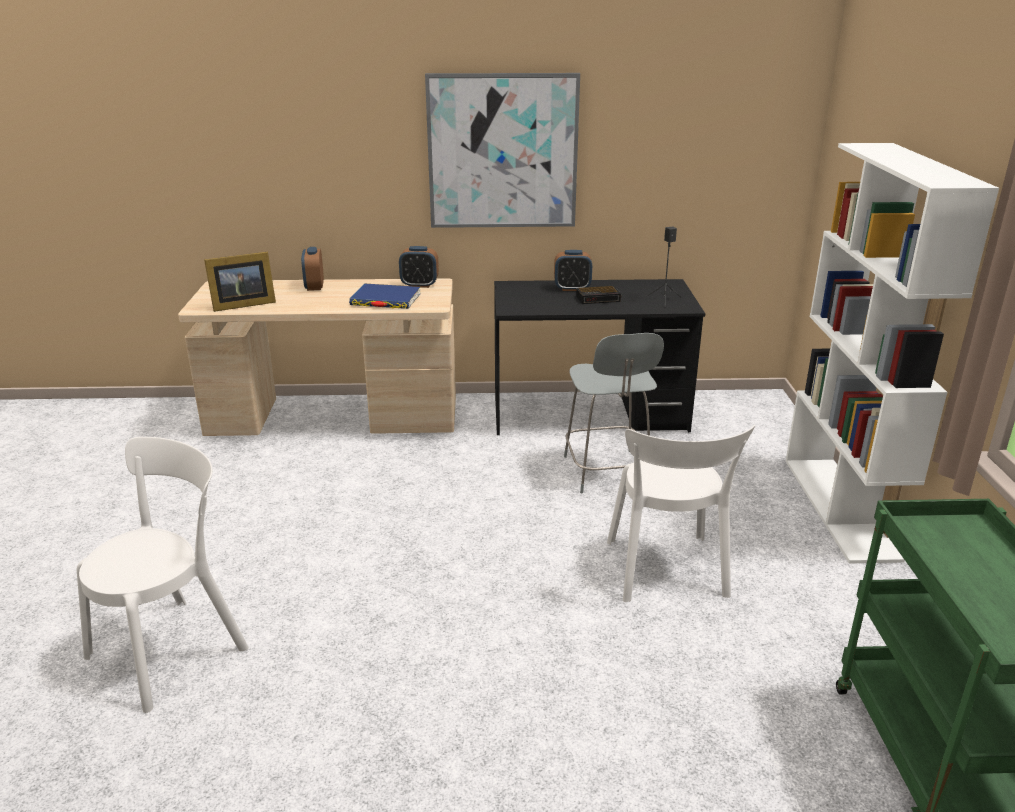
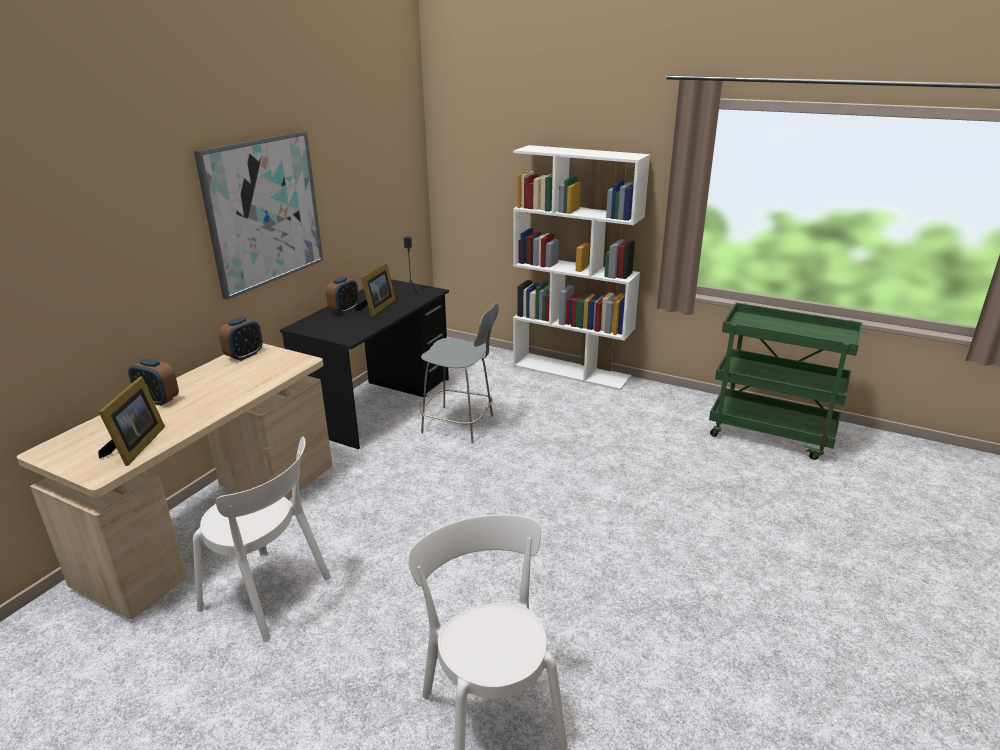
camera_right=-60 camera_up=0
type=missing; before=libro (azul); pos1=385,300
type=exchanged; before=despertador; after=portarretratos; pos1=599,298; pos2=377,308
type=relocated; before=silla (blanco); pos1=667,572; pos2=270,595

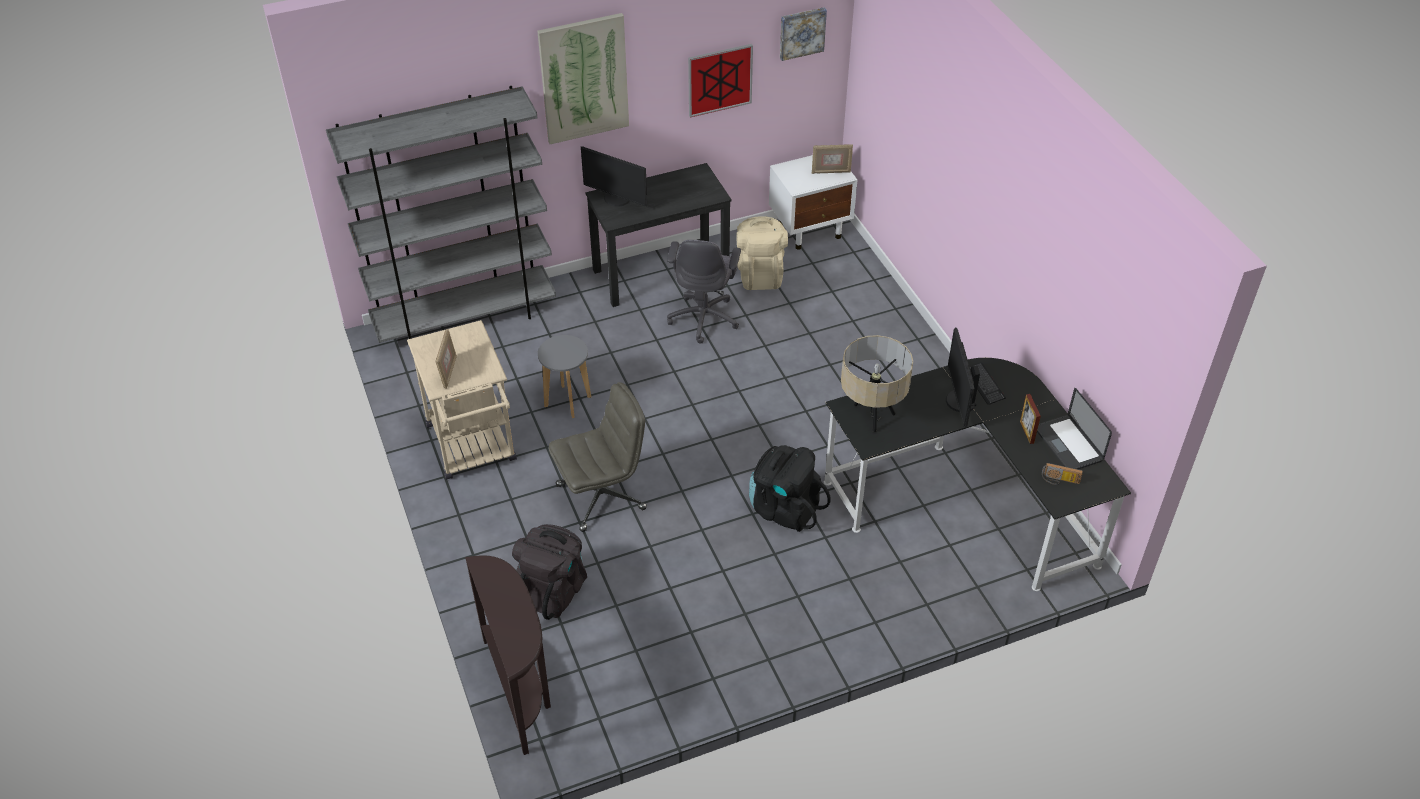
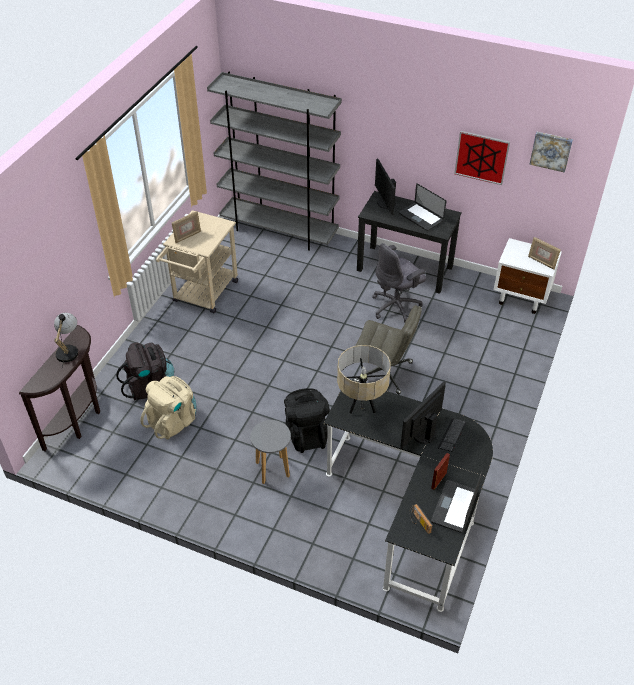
camera_right=45 camera_up=0
type=missing; before=cuadro; pos1=584,78
type=relocated; before=mochila (beis); pos1=760,274; pos2=173,421
type=relocated; before=taburete (gris); pos1=567,401; pos2=272,469
type=relocated; before=silla de oficina (gris); pos1=602,496; pos2=384,372
type=appeared; after=portátil; pos2=421,217
type=appeared; after=lámpara de mesa; pos2=68,349

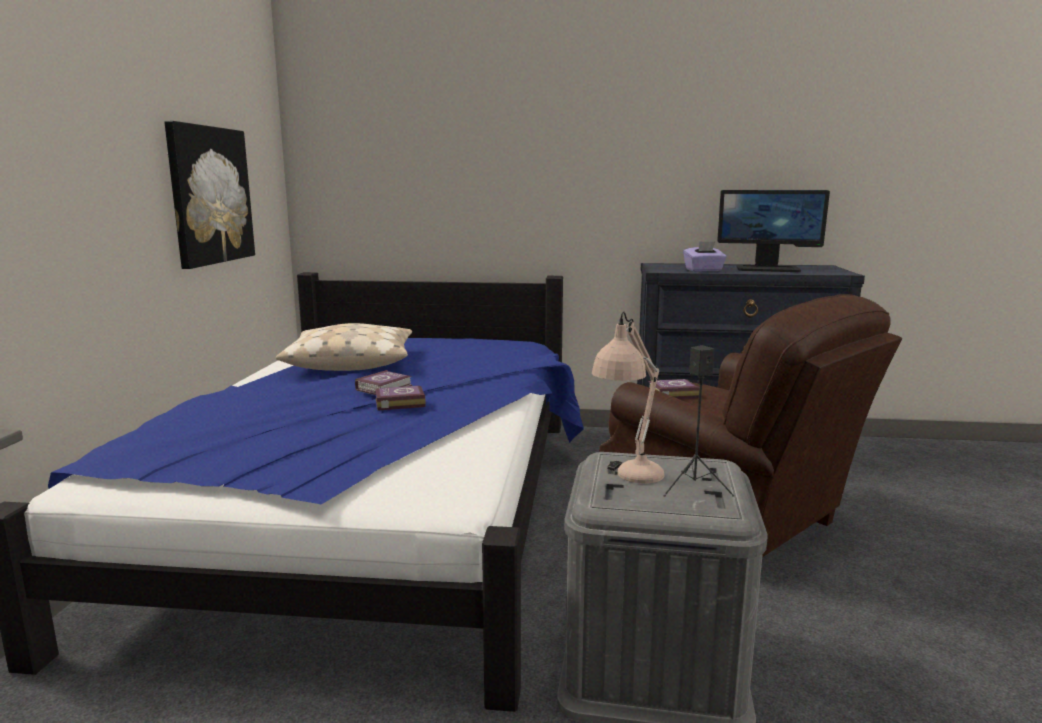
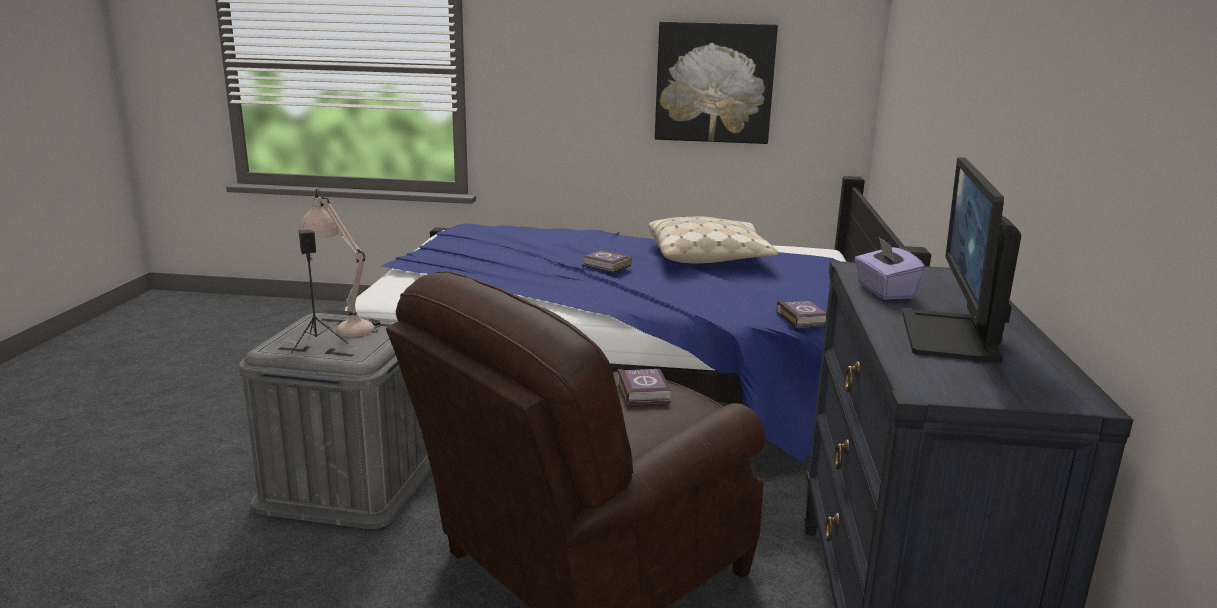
camera_right=90 camera_up=5
type=relocated; before=libro; pos1=398,403; pos2=802,318

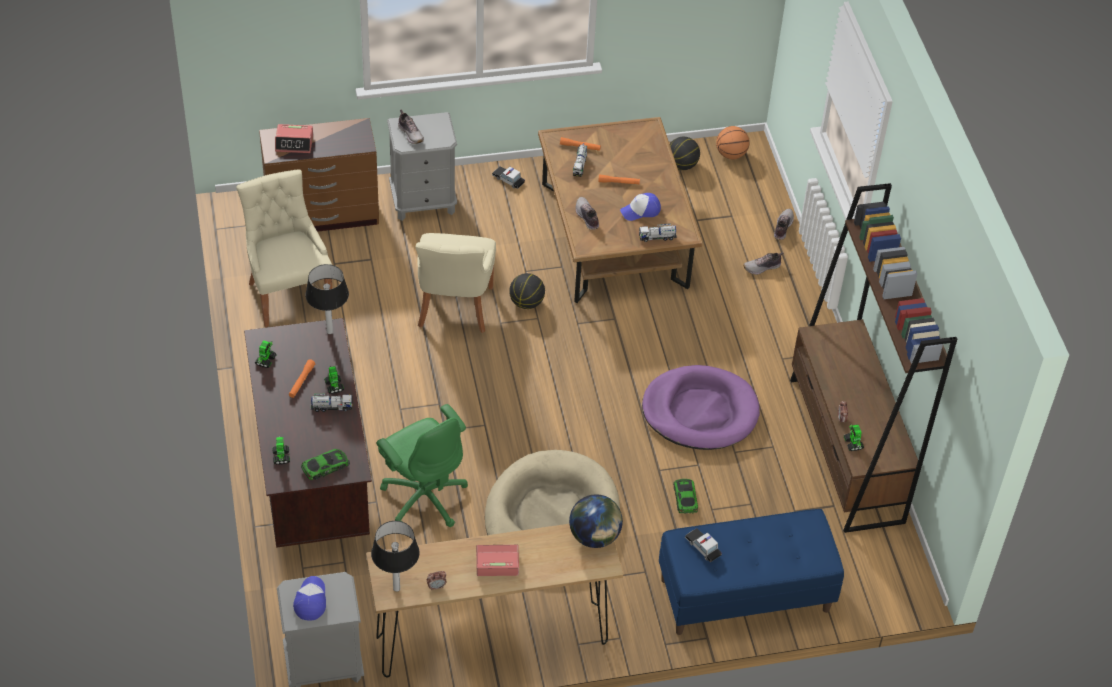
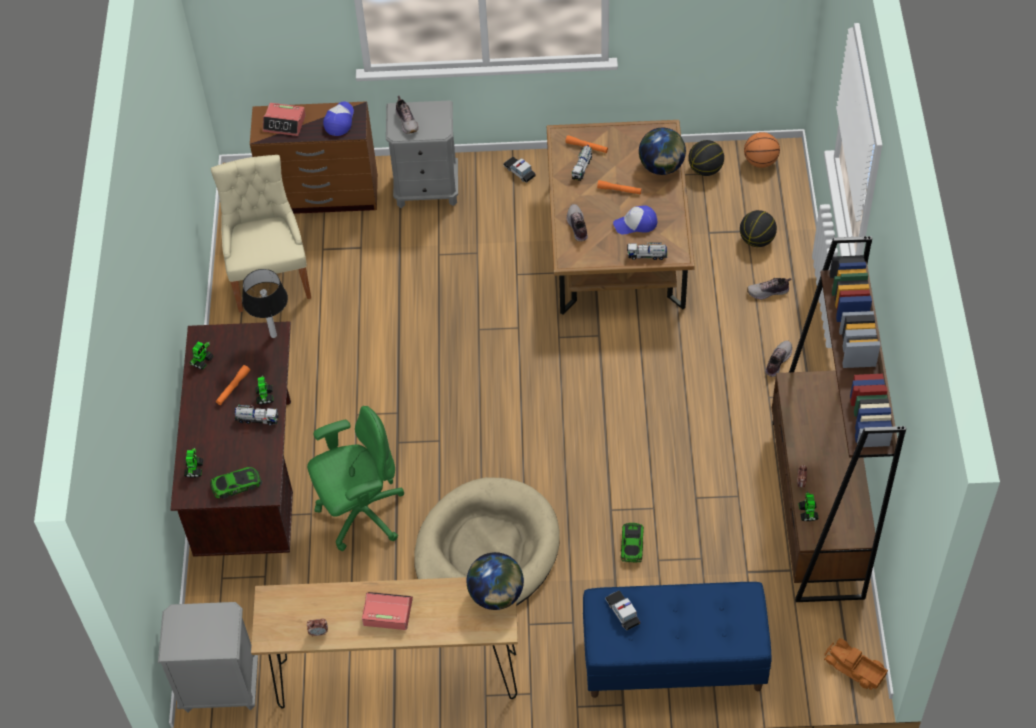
camera_right=15 camera_up=5
type=relocated; before=zapato; pos1=782,227; pos2=777,361
type=missing; before=silla (beis); pos1=454,309
type=relocated; before=balón de baloncesto; pos1=527,303; pos2=757,240
type=missing; before=cama para perro (morado); pos1=700,411
type=spun; before=silla de oficina (verde); pos1=424,497; pos2=360,513; turn=-90
type=missing; before=lámpara de mesa; pos1=397,588
type=relocated; before=gorra; pos1=310,600; pos2=339,121
type=appeared; after=globo terráqueo; pos2=661,167
type=appeared; after=camión de juguete; pos2=854,668

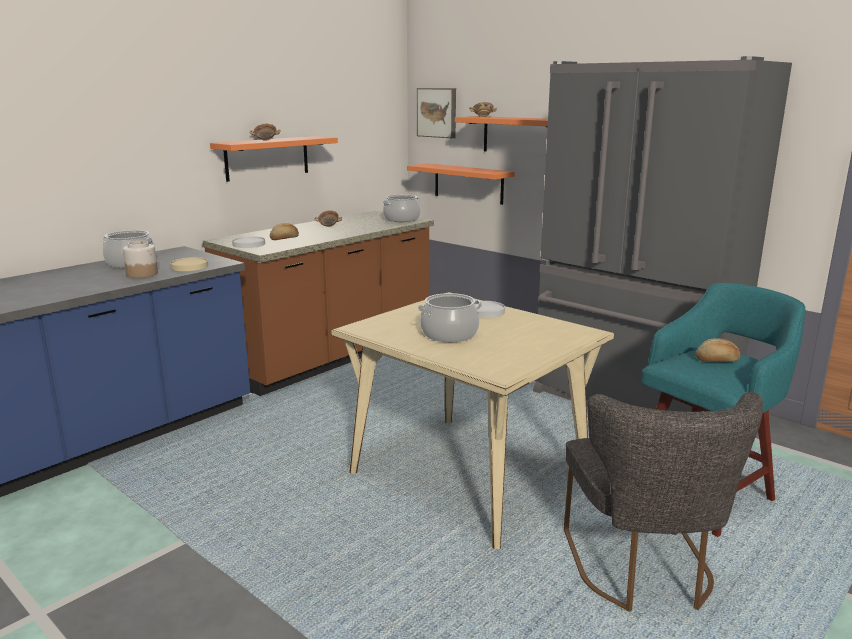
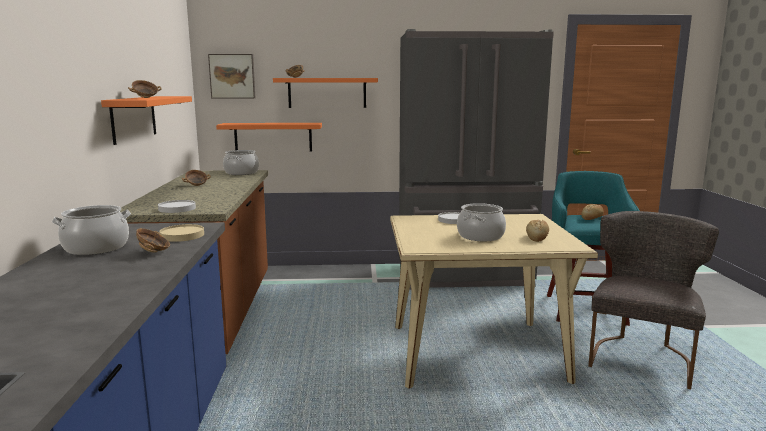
camera_right=-45 camera_up=-5
type=relocated; before=pan; pos1=285,239; pos2=536,238
type=exchanged; before=tarro; after=cuenco; pos1=142,274; pos2=154,251
type=spun; before=silla (gris); pos1=643,572; pos2=641,357; turn=-105

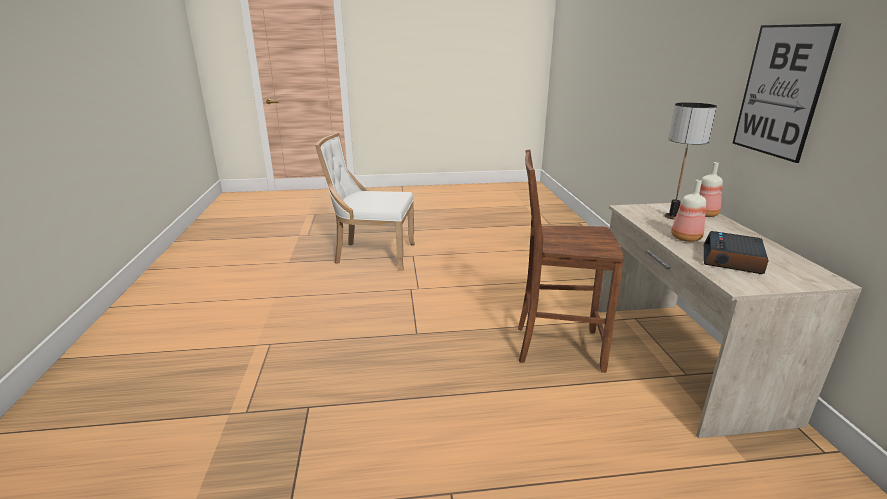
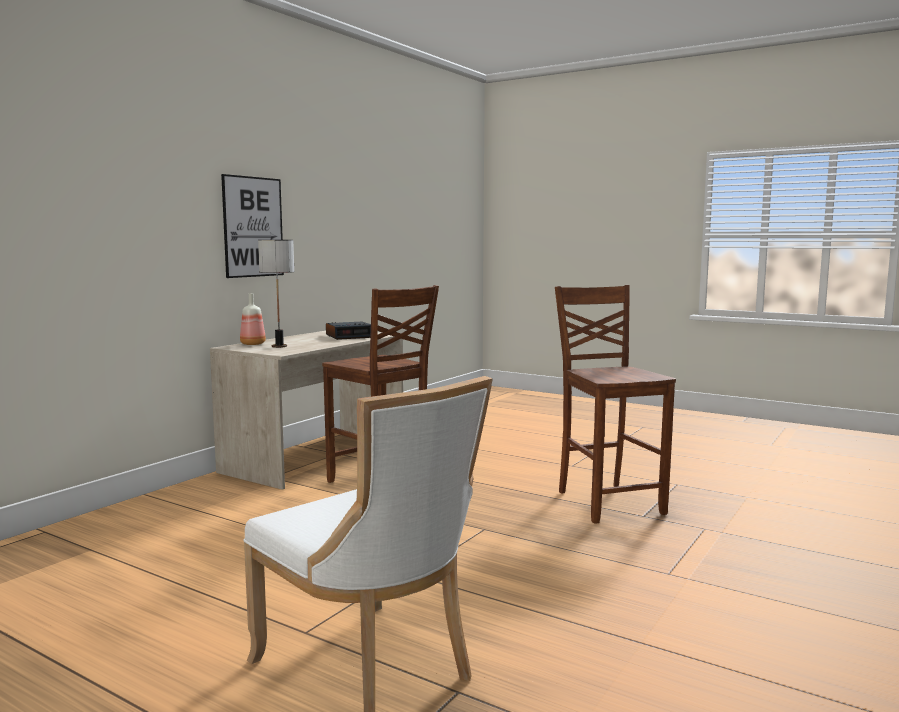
camera_right=-140 camera_up=-15
type=missing; before=botella; pos1=684,238
type=appeared; after=silla (marrón); pos2=608,502

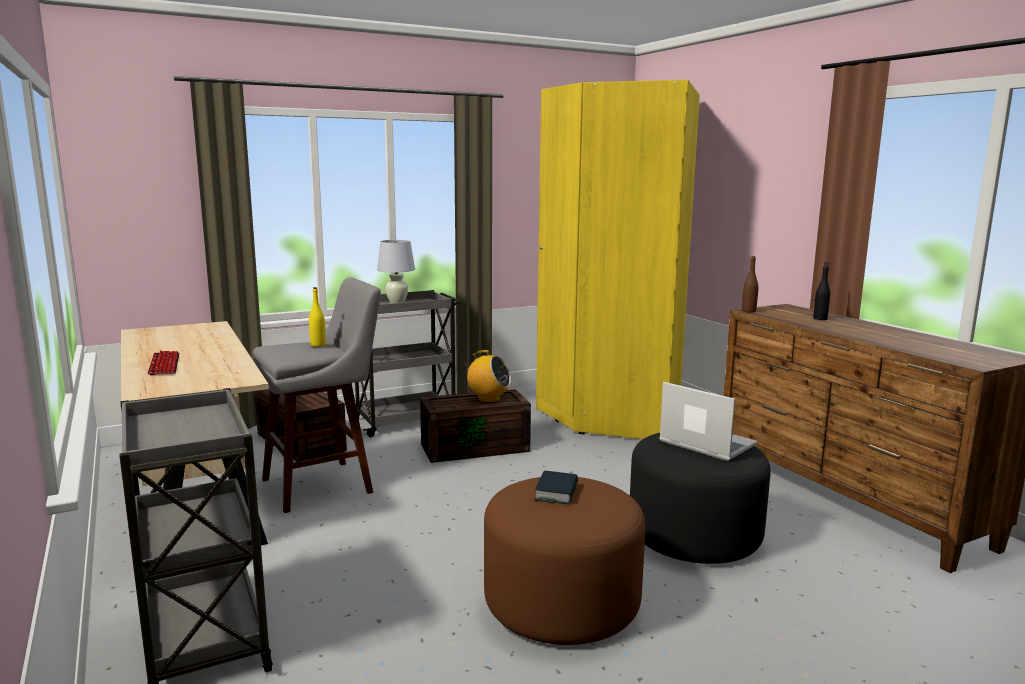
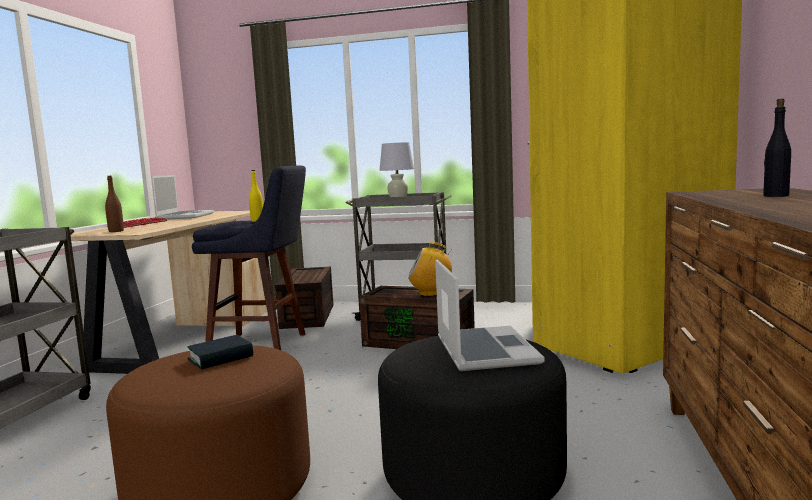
camera_right=40 camera_up=-5
type=relocated; before=botella (marrón); pos1=748,311; pos2=116,231
type=colour; before=taburete (gris); after=taburete (azul); pos1=324,484; pos2=264,345
type=spun; before=radio; pos1=488,399; pos2=430,293; turn=120
type=appeared; after=portátil; pos2=185,216

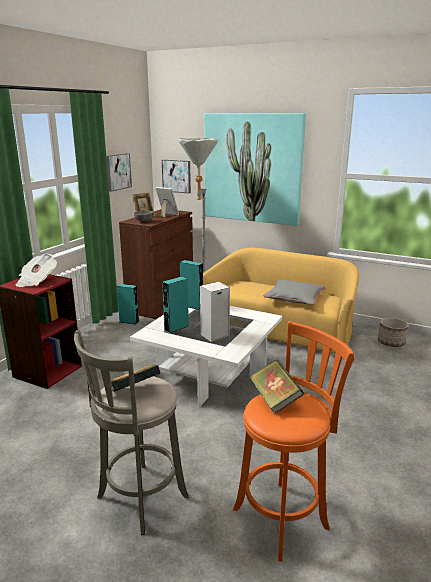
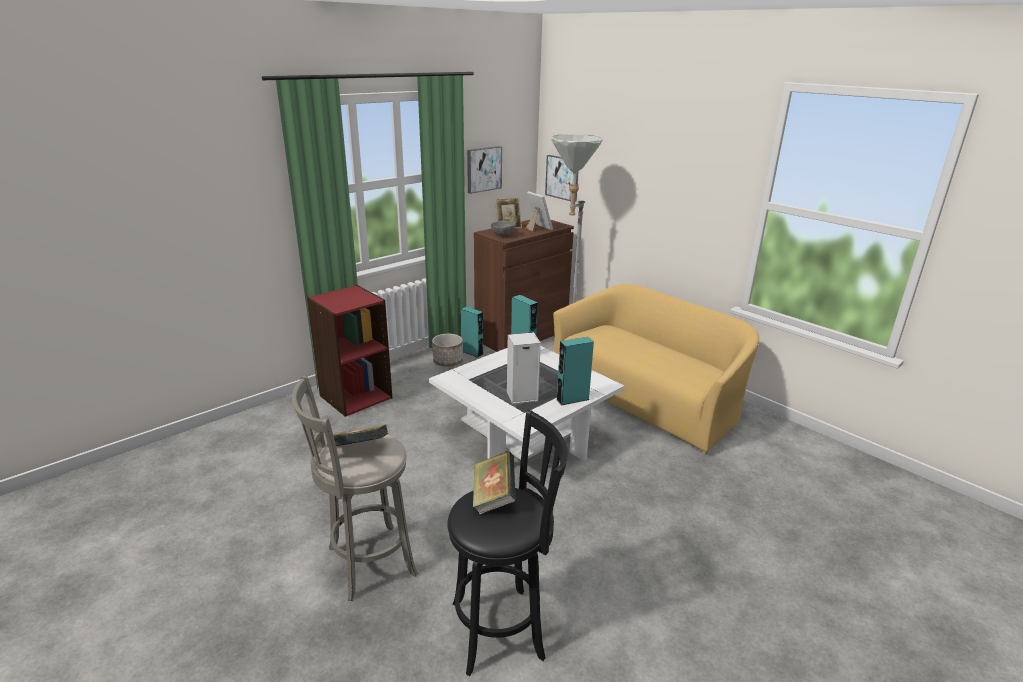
camera_right=20 camera_up=5
type=missing; before=cuadro; pos1=252,168
type=missing; before=periódico; pos1=36,281
type=relocated; before=altavoz (turquesa); pos1=176,328; pos2=572,399
type=missing; before=cojín (gris); pos1=294,297
type=relocated; before=maceta; pos1=391,342; pos2=448,361
type=colour; before=taburete (naranja); after=taburete (negro); pos1=284,516; pos2=503,629

